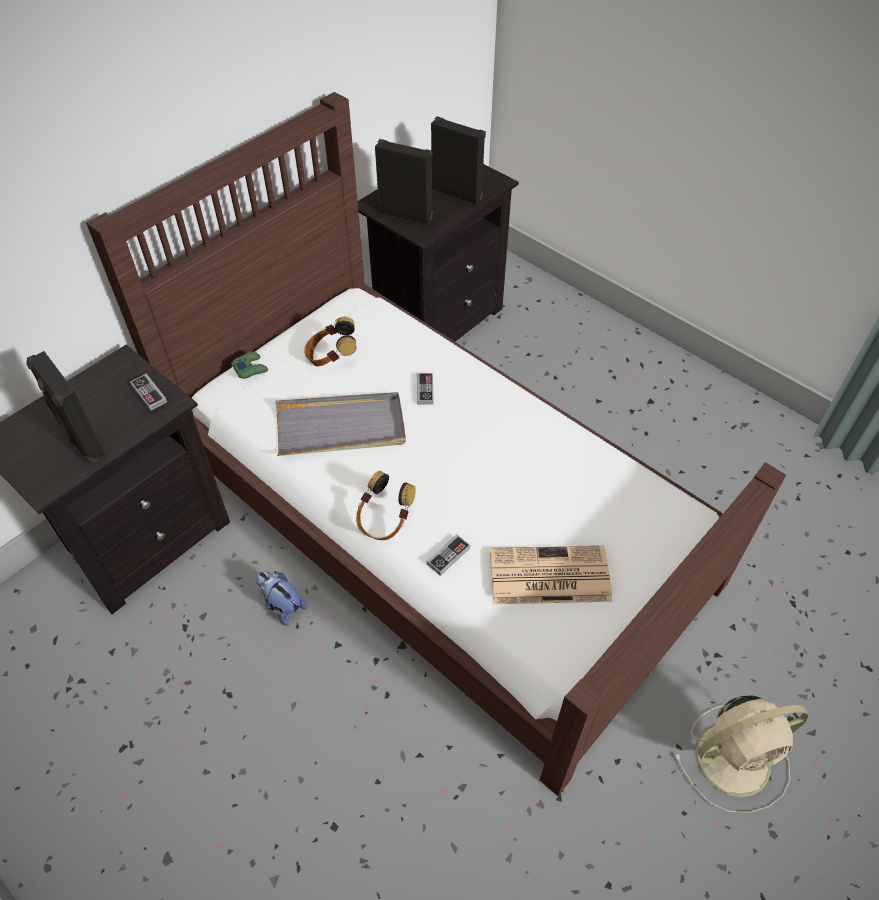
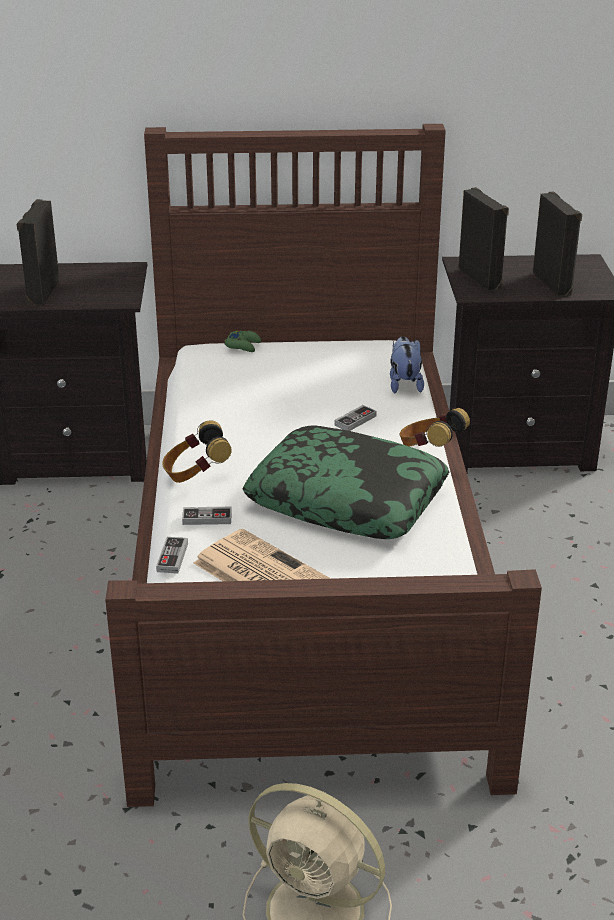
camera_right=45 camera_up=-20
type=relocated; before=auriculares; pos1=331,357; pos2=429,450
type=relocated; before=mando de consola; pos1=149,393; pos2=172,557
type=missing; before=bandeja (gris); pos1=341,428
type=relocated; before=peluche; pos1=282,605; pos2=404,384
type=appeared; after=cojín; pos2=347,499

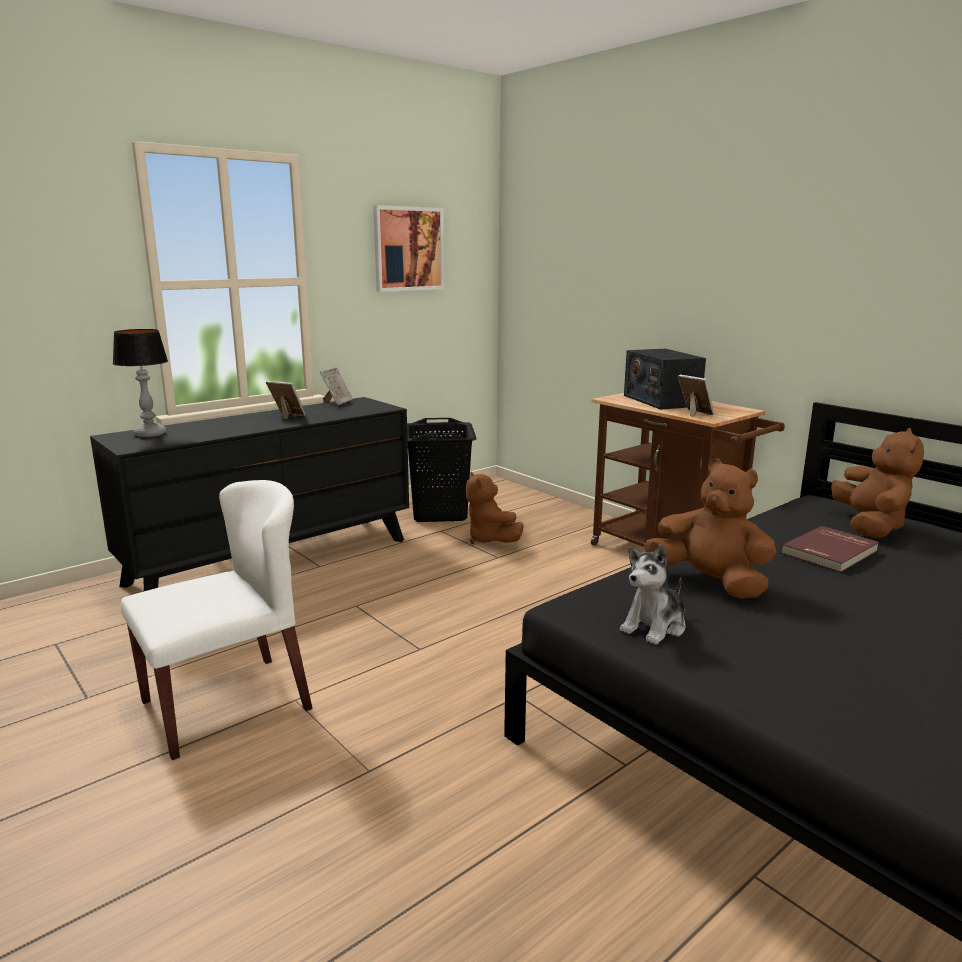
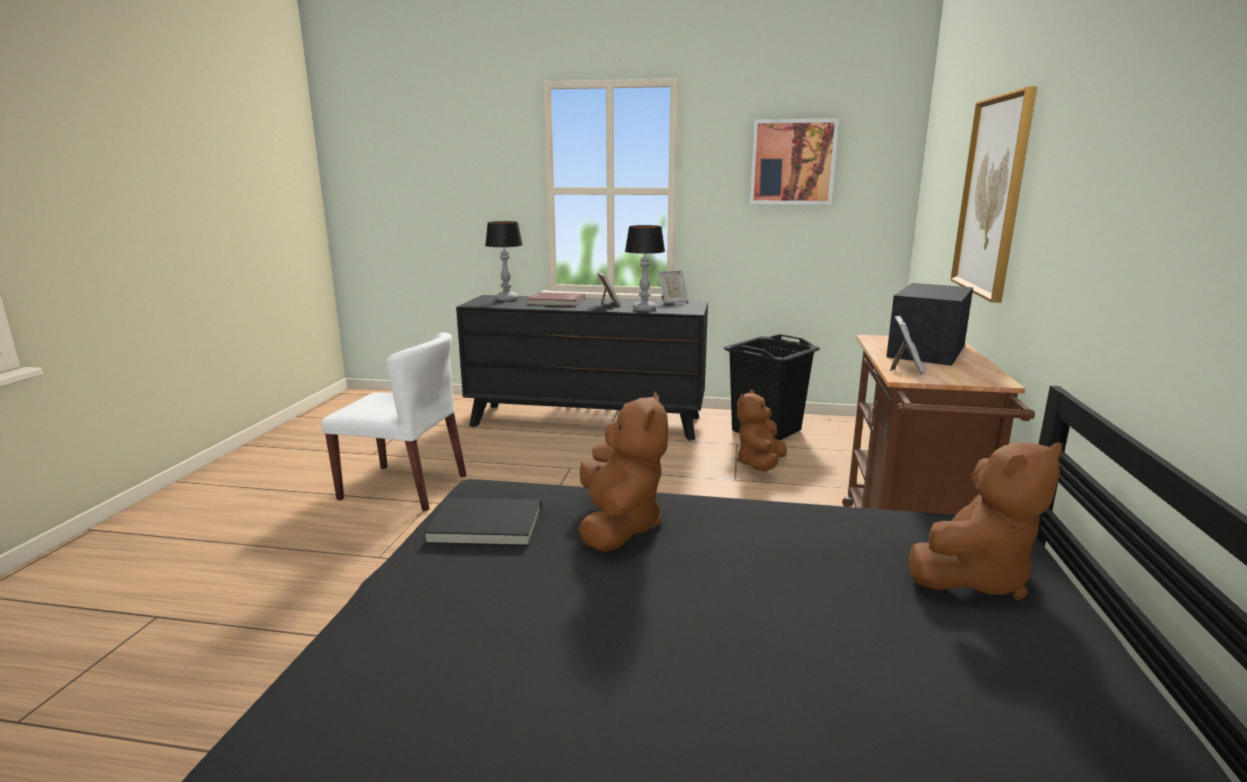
camera_right=50 camera_up=0
type=relocated; before=libro (rojo); pos1=831,552; pos2=556,302
type=exchanged; before=peluche; after=libro (negro); pos1=654,626; pos2=485,526
type=appeared; after=cuadro; pos2=992,196
type=appeared; after=lámpara de mesa; pos2=645,309

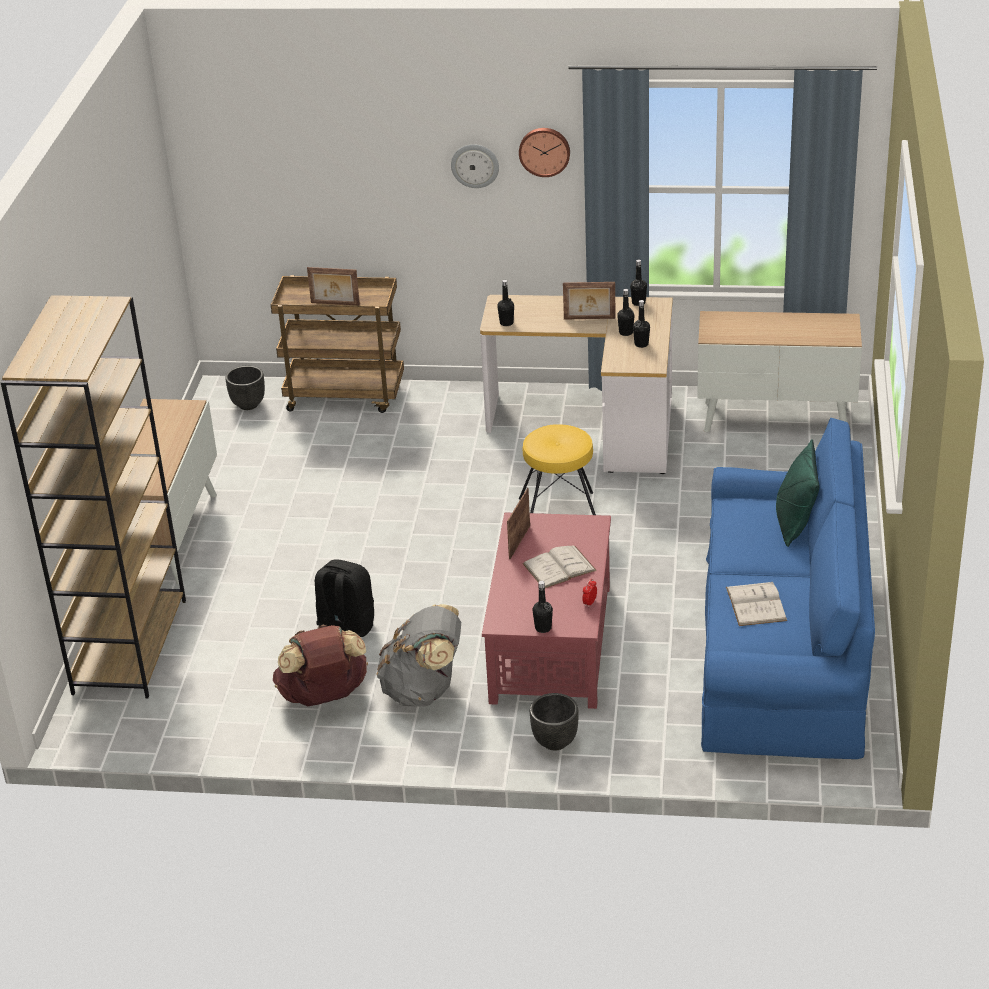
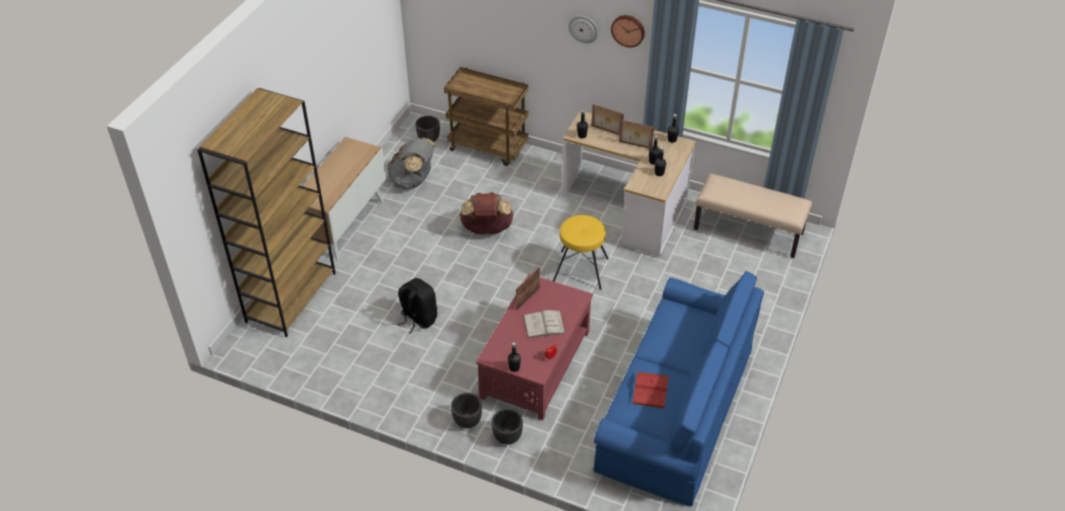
camera_right=15 camera_up=10
type=relocated; before=portarretratos; pos1=335,304; pos2=606,130
type=exchanged; before=armario; after=banco (beis); pos1=776,417; pos2=748,231
type=missing; before=cojín (verde); pos1=794,524
type=colour; before=libro (blanco); after=libro (rojo); pos1=756,604; pos2=650,390
type=relocated; before=mochila (gris); pos1=424,690; pos2=413,181
type=relocated; before=mochila (marrón); pos1=324,696; pos2=487,230
type=appeared; after=maceta (negro); pos2=467,422

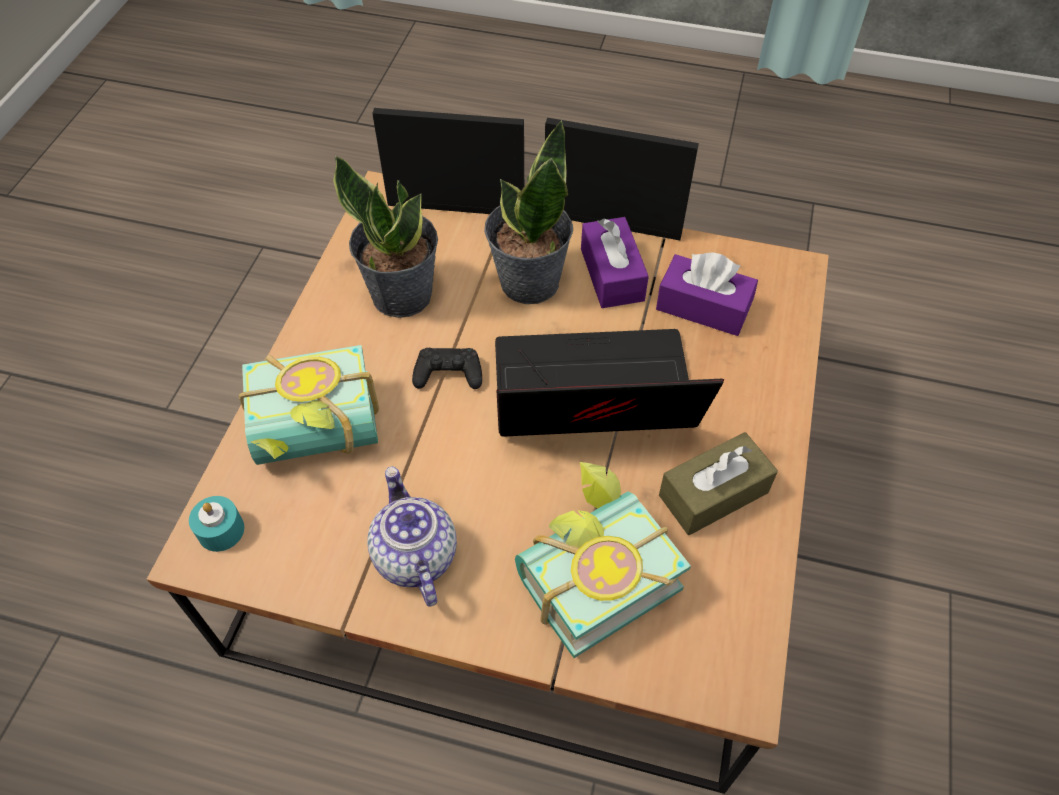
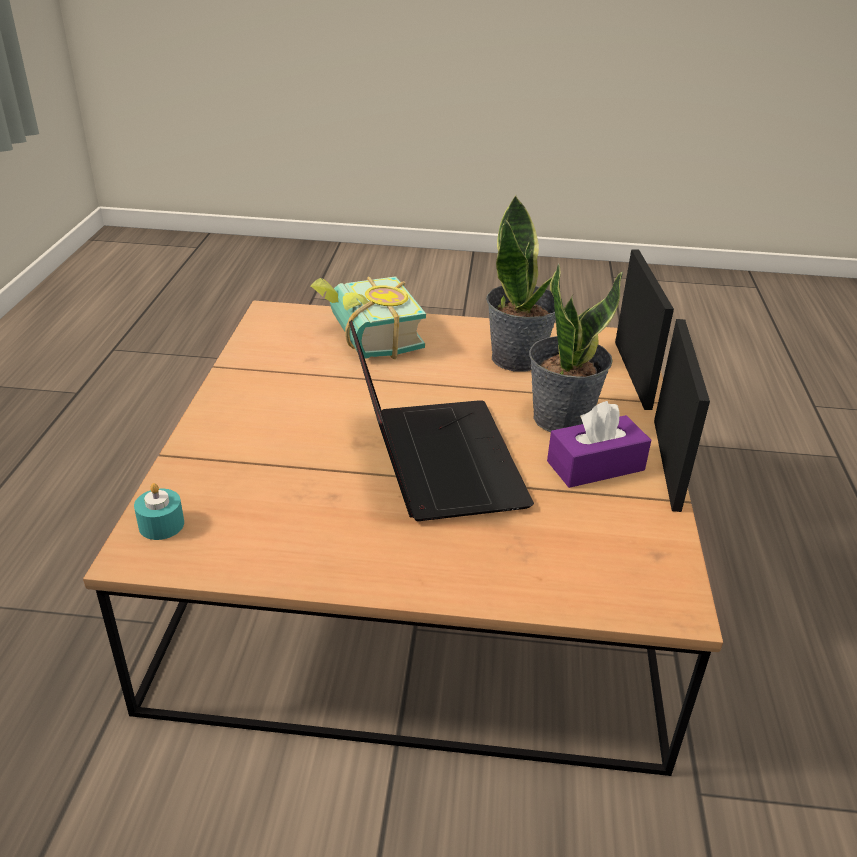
camera_right=80 camera_up=-20
type=missing; before=caja de pañuelos (morado); pos1=703,307
type=missing; before=mando de consola (negro); pos1=448,374
type=missing; before=caja de pañuelos (marrón); pos1=713,494
type=missing; before=libro; pos1=589,572
type=missing; before=tetera; pos1=414,556
type=relocated; before=vela (turquesa); pos1=221,530; pos2=161,525

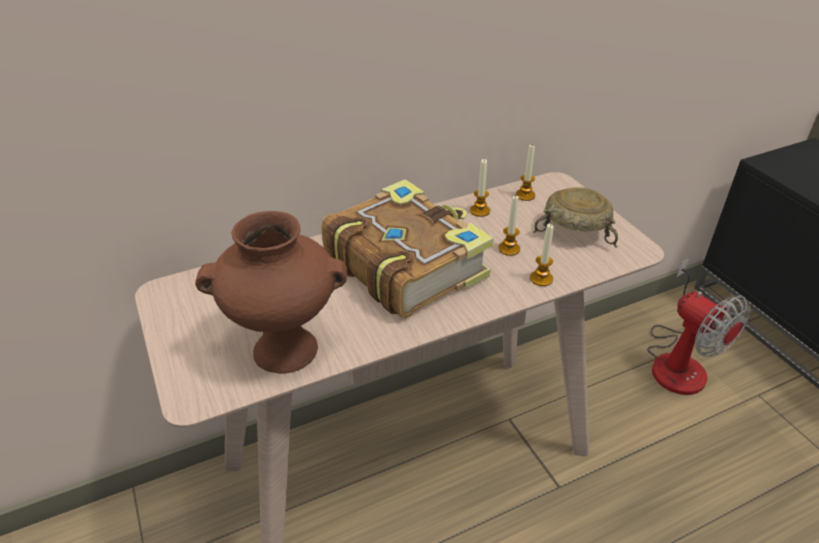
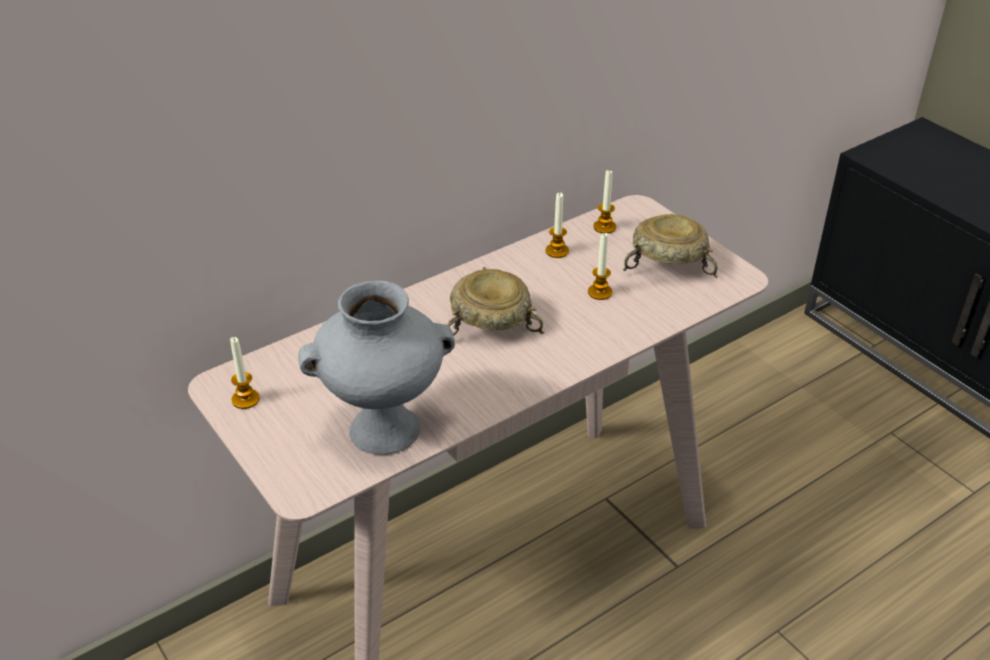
camera_right=-10 camera_up=0
type=exchanged; before=libro; after=cuenco (beis); pos1=405,264; pos2=488,322
type=colour; before=florero (marrón); after=florero (gris); pos1=287,348; pos2=386,428
type=relocated; before=vela; pos1=541,279; pos2=245,399
type=missing; before=ventilador; pos1=678,360

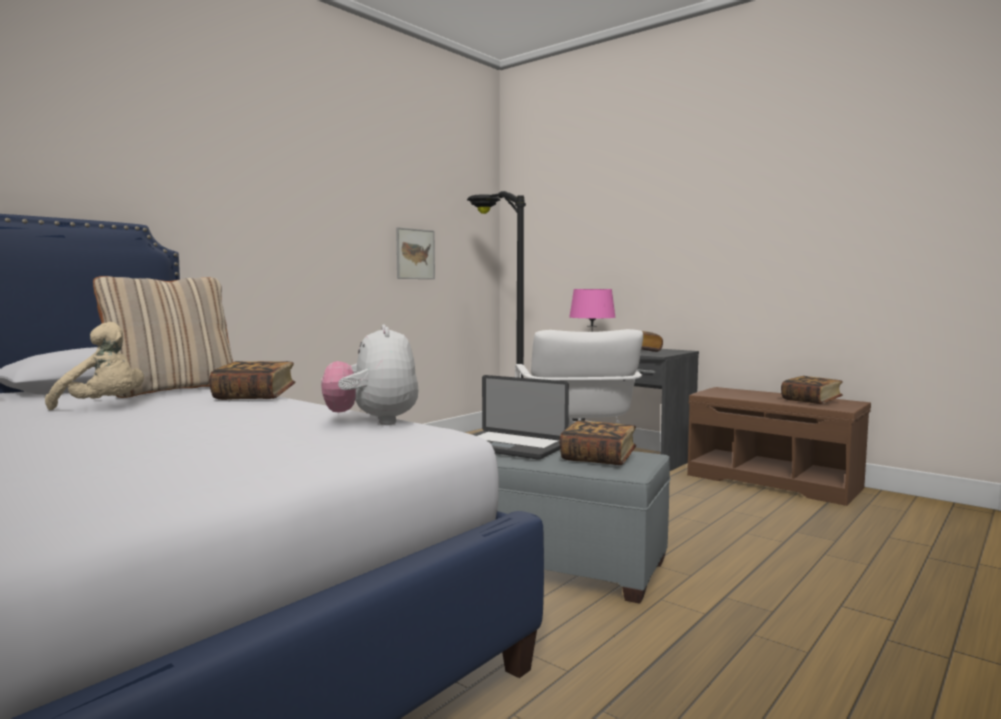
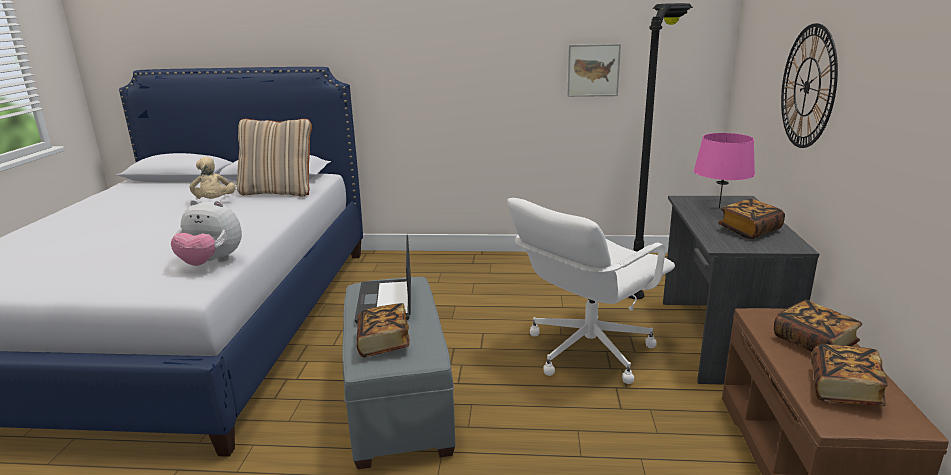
camera_right=55 camera_up=15
type=spun; before=peluche; pos1=373,422; pos2=211,263; turn=-120
type=relocated; before=libro; pos1=254,396; pos2=814,343
type=appeared; after=reloj de pared; pos2=807,87

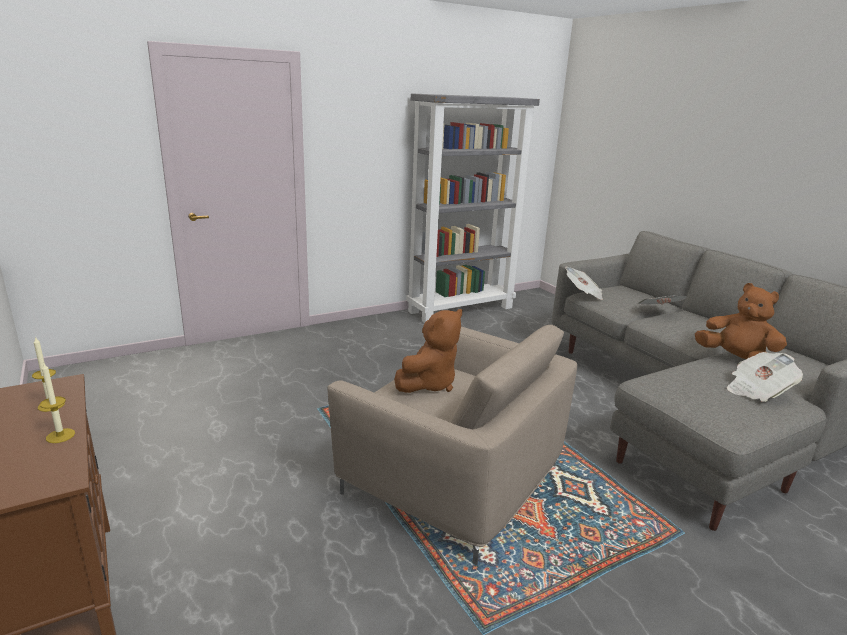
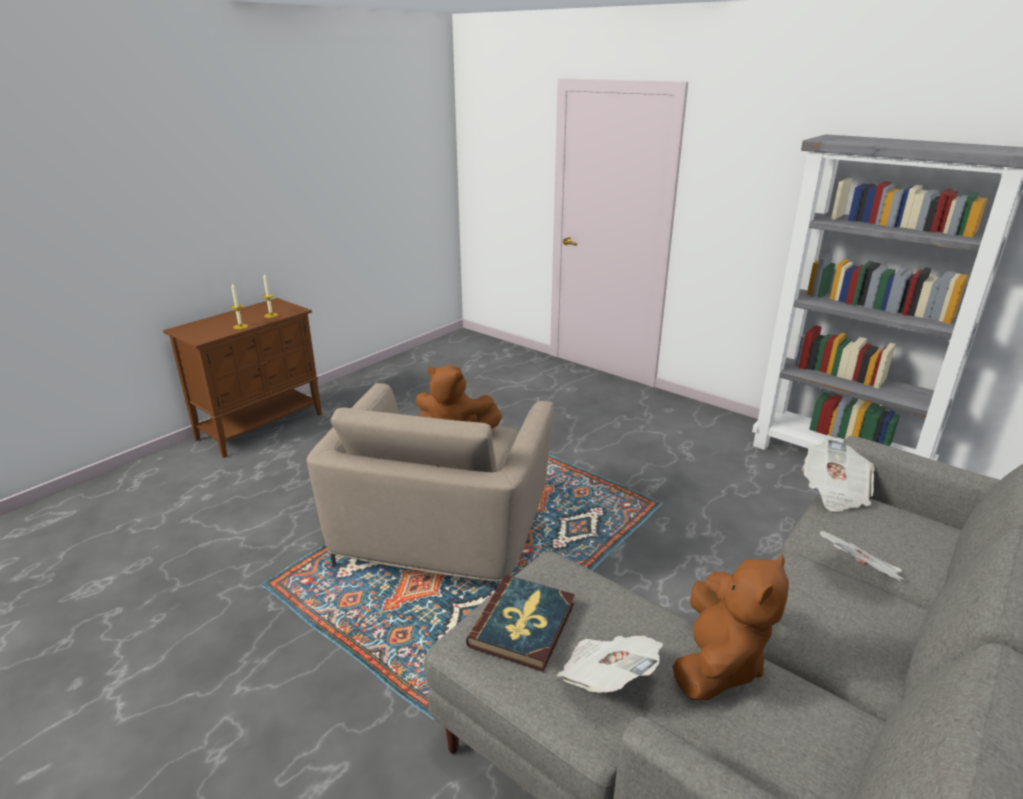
camera_right=70 camera_up=5
type=appeared; after=libro; pos2=523,625

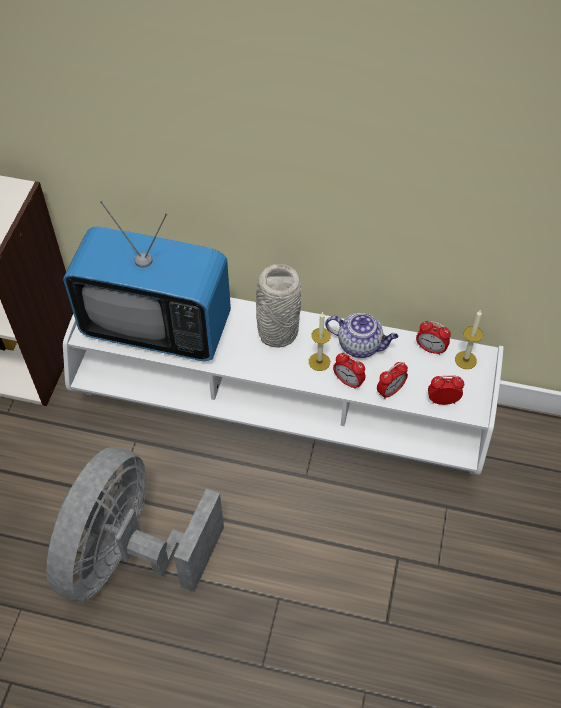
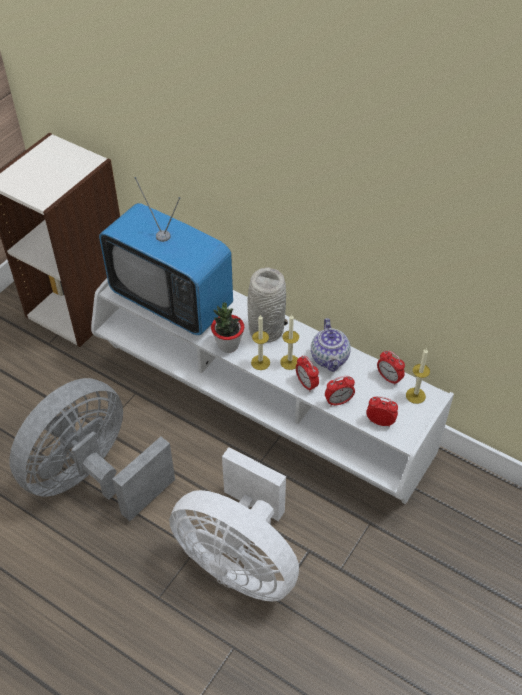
camera_right=20 camera_up=-5
type=spun; before=tetera; pos1=360,345; pos2=330,359; turn=45
type=appeared; after=planta en maceta; pos2=228,345
type=appeared; after=vela; pos2=260,362
type=appeared; after=ventilador (blanco); pos2=240,561

